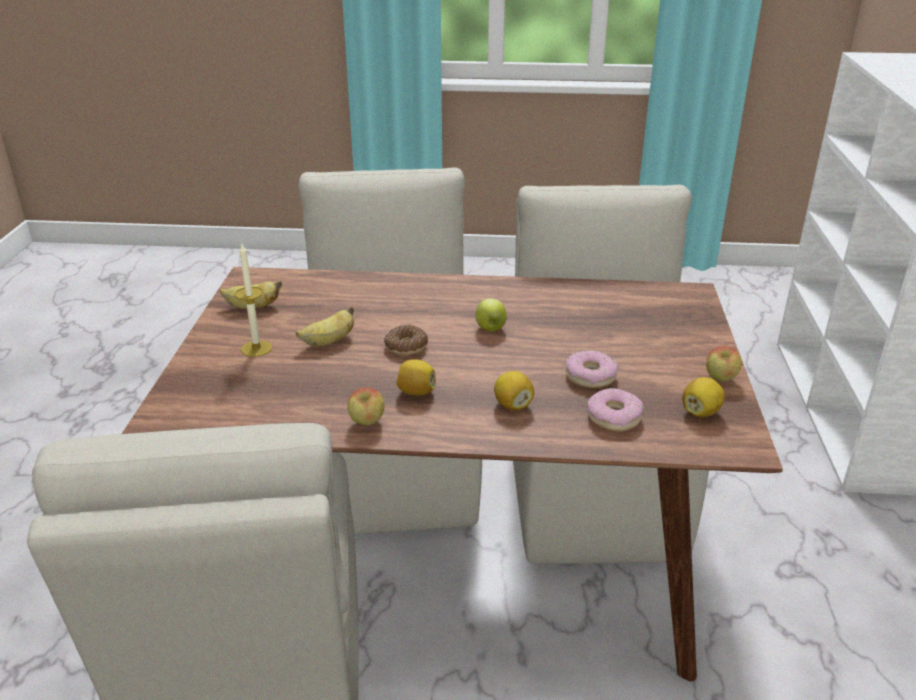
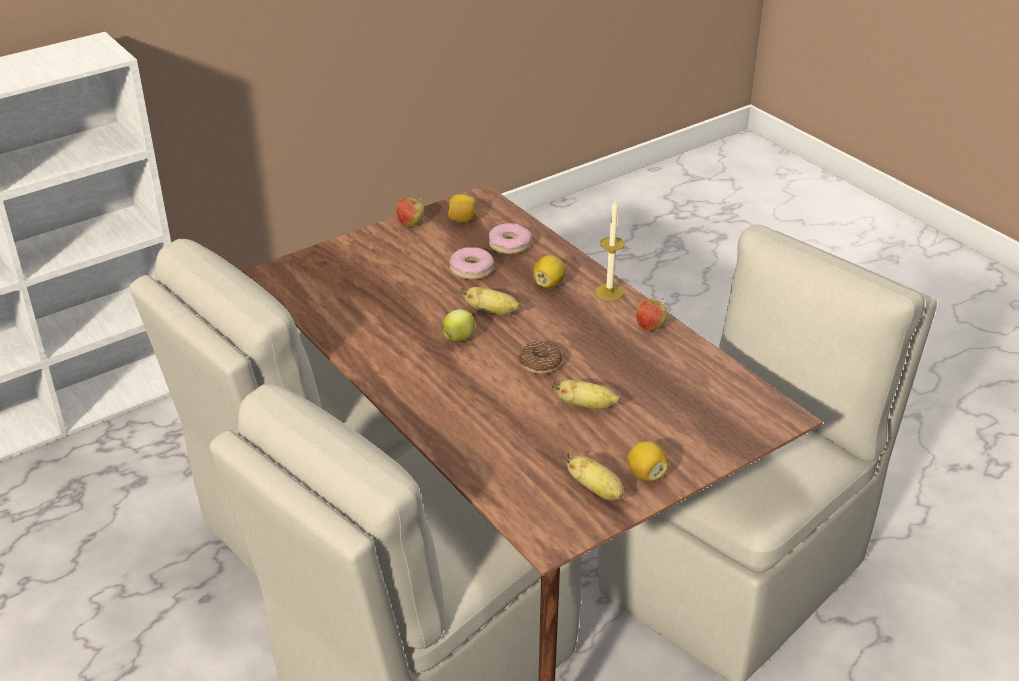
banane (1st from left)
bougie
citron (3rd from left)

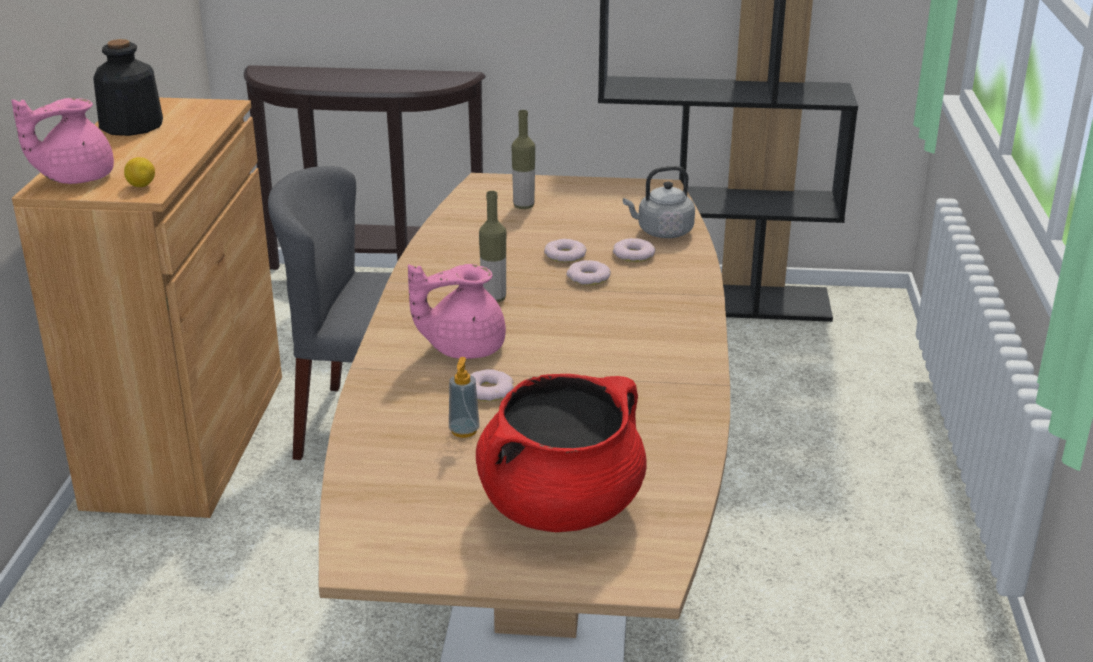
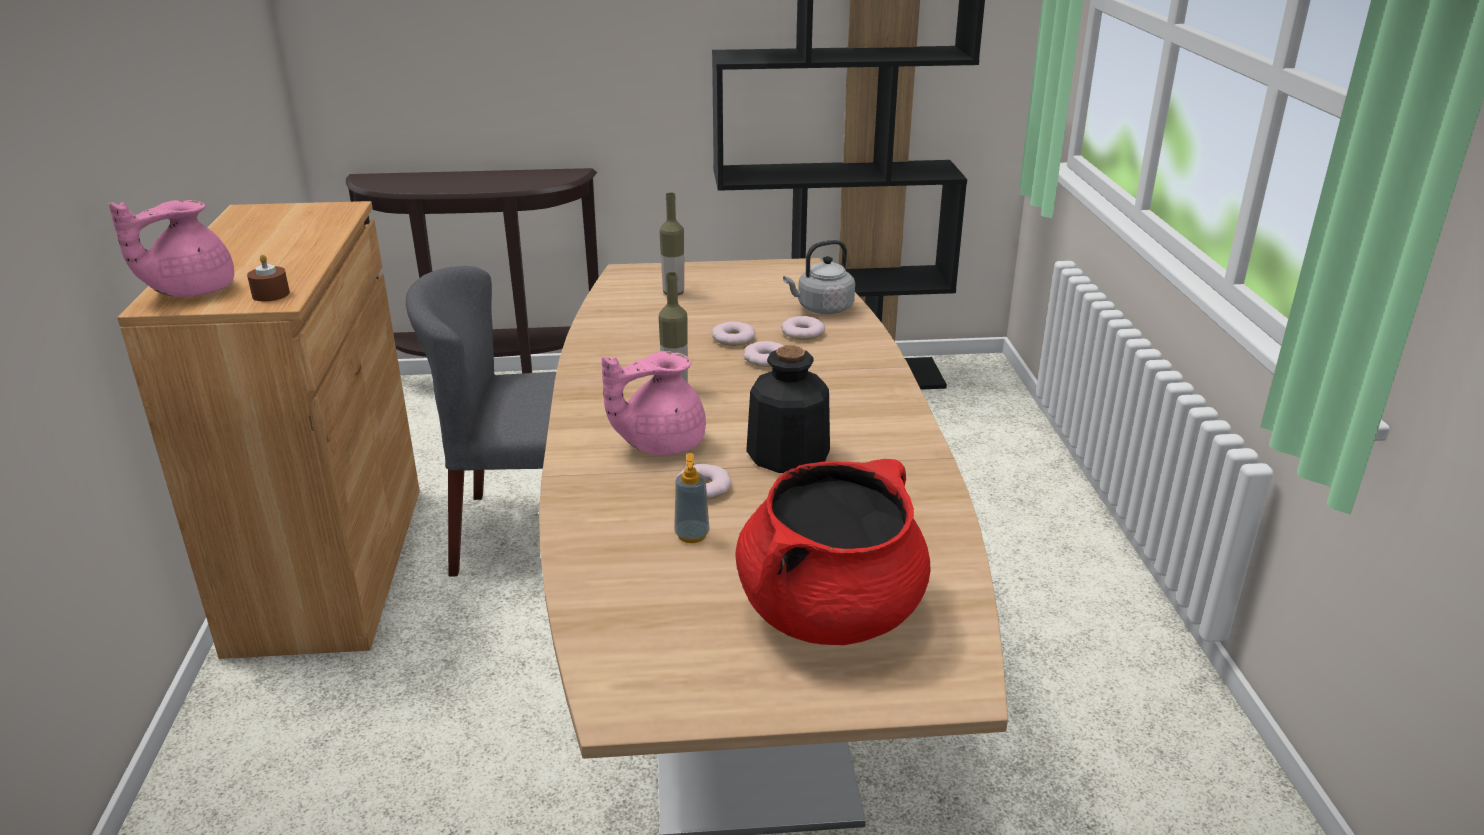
bouteille (3rd from left)
bougie [marron]

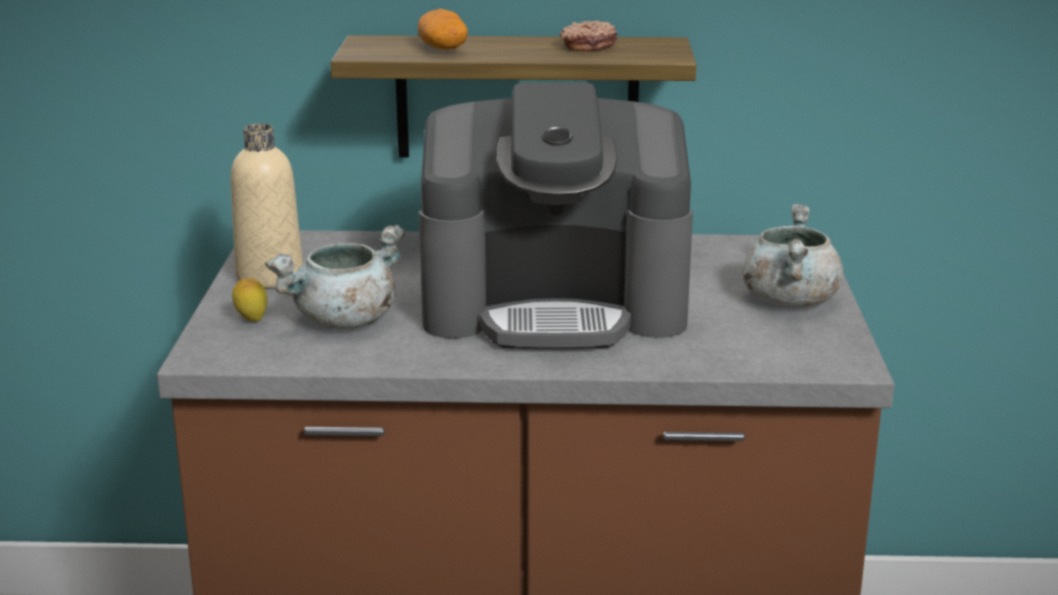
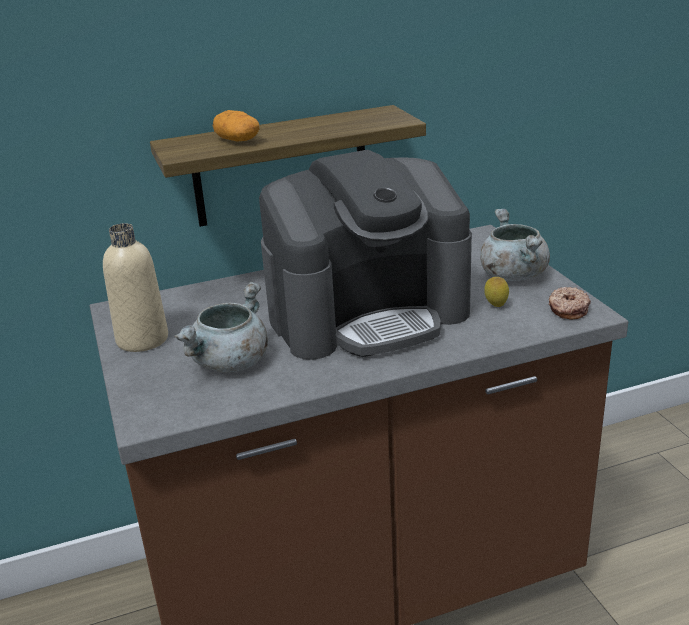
citron
beignet

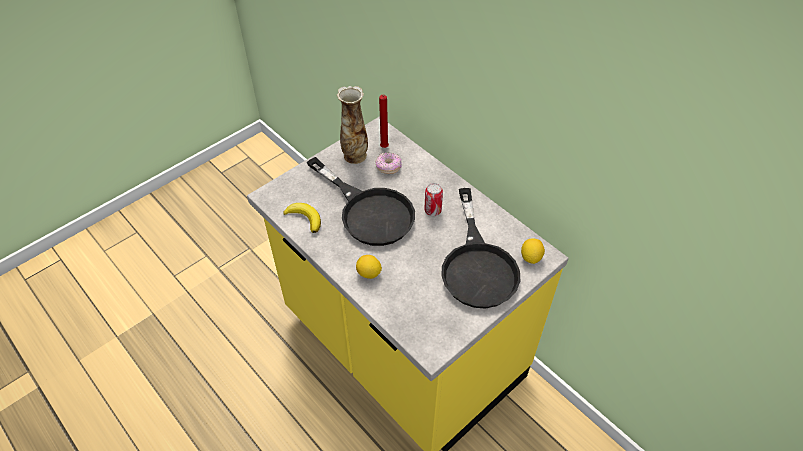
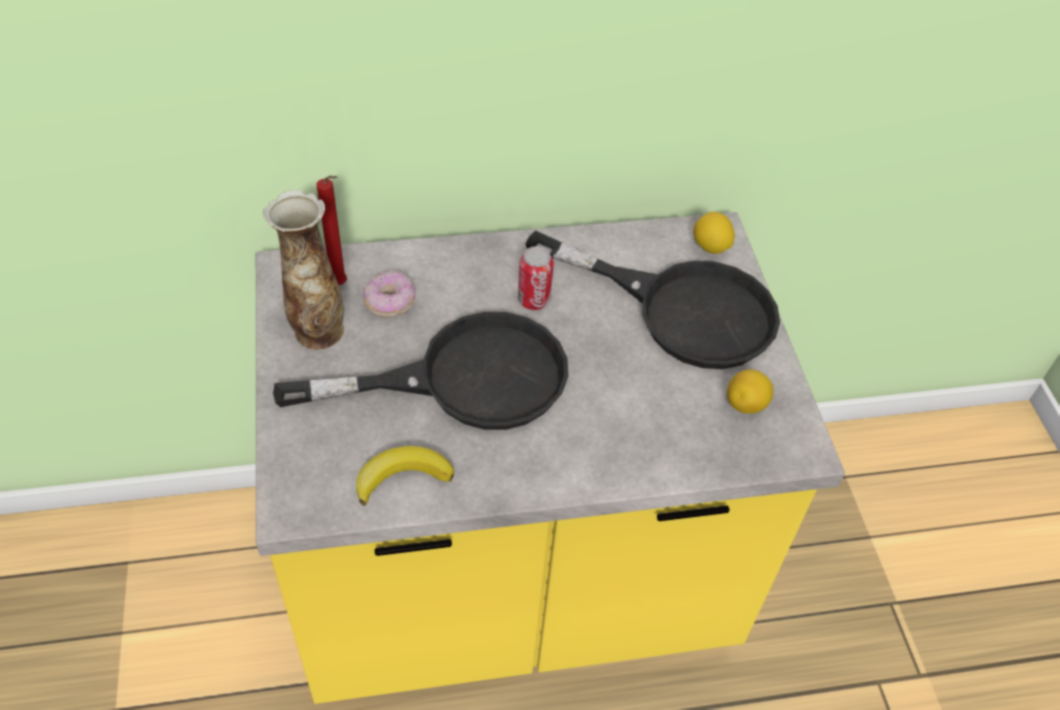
citron (2nd from left)

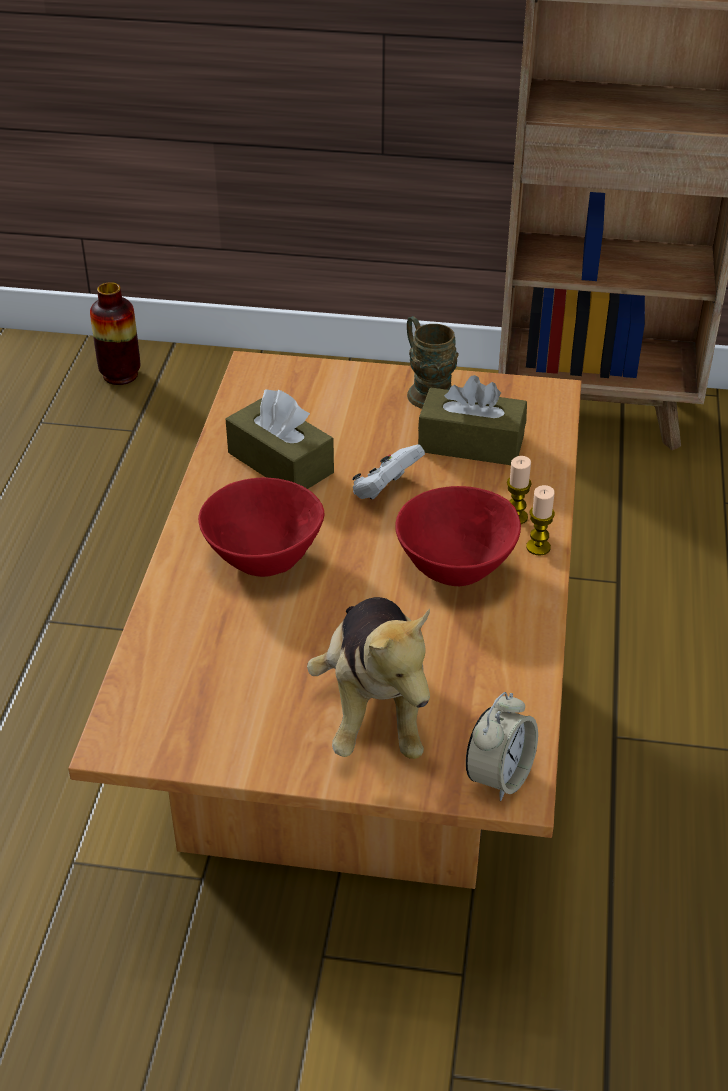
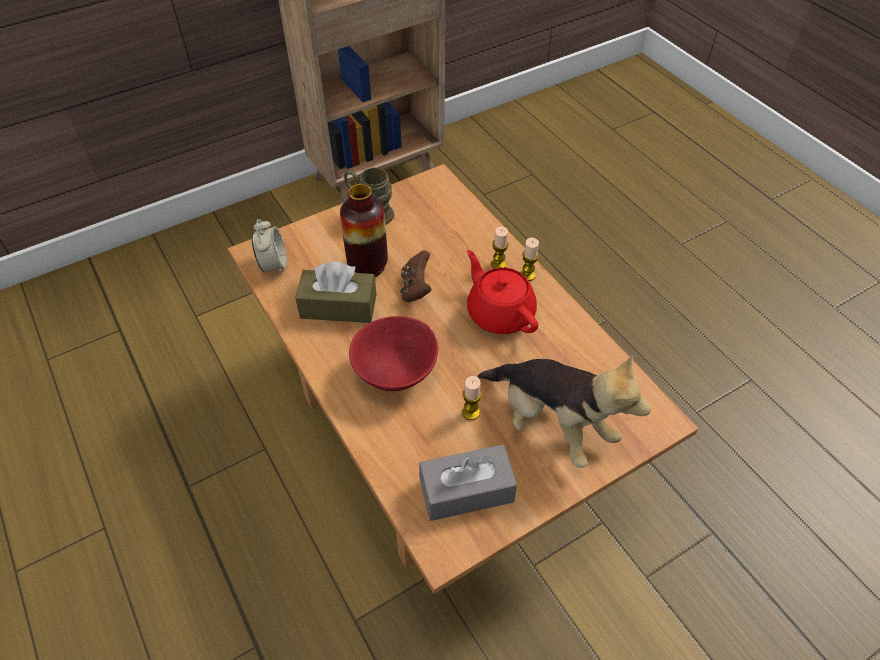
boîte à mouchoirs [marron] (2nd from left in the first image)
boîte à mouchoirs [gris]
bougie (1st from left)
vase
réveil
théière [rouge]
manette [marron]

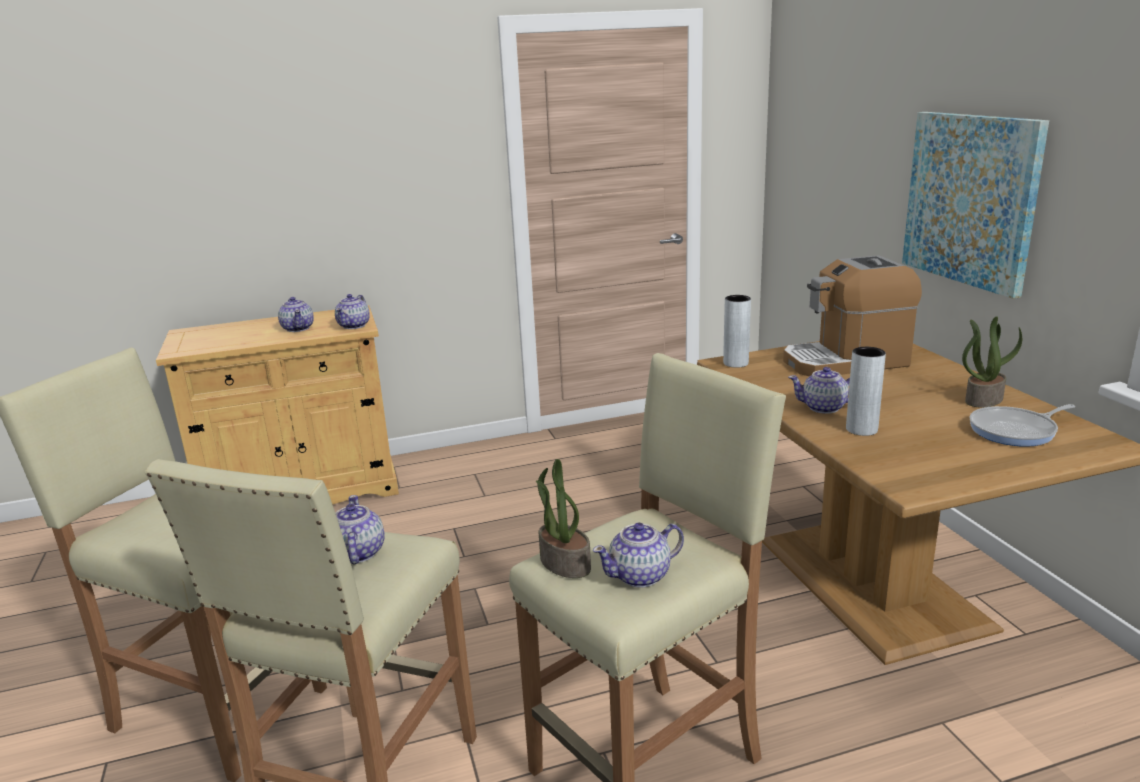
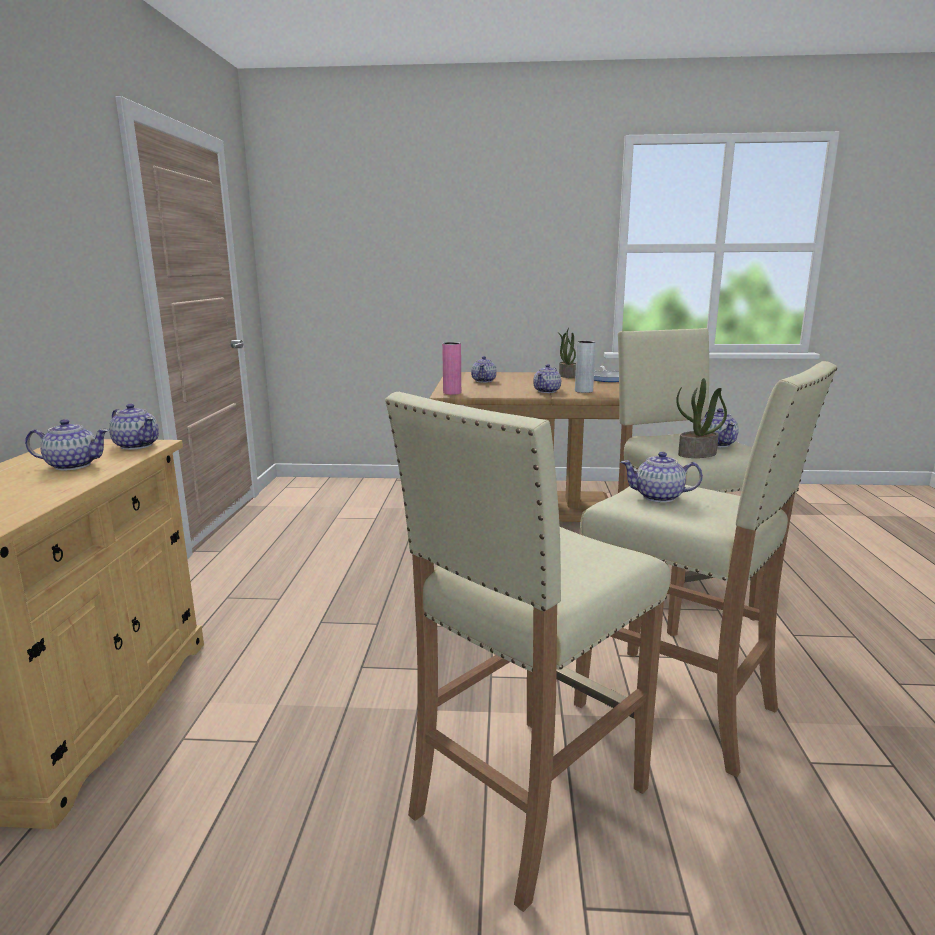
tableau
théière (3rd from left)
vase [rose]

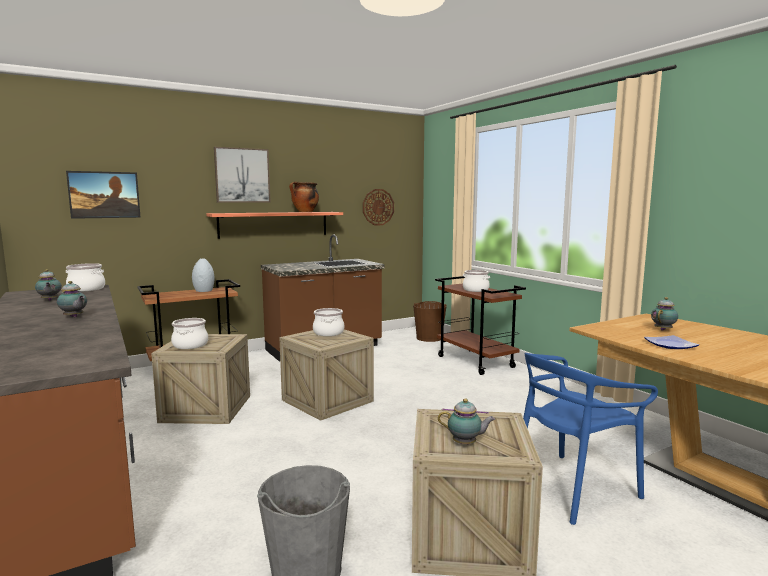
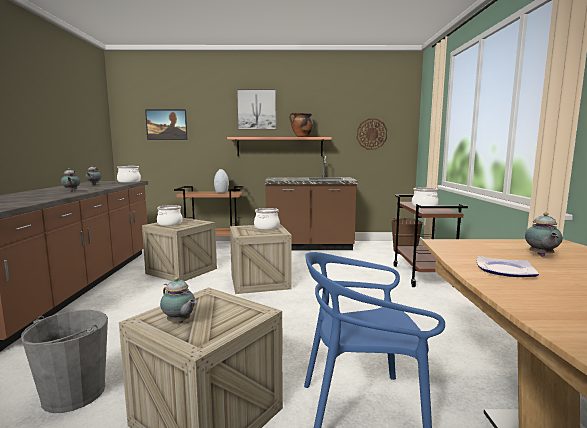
théière (4th from left)

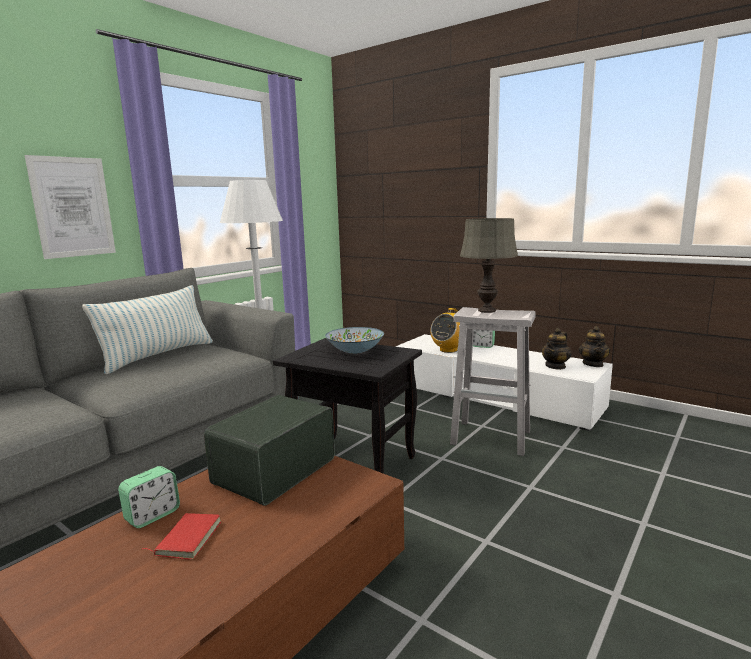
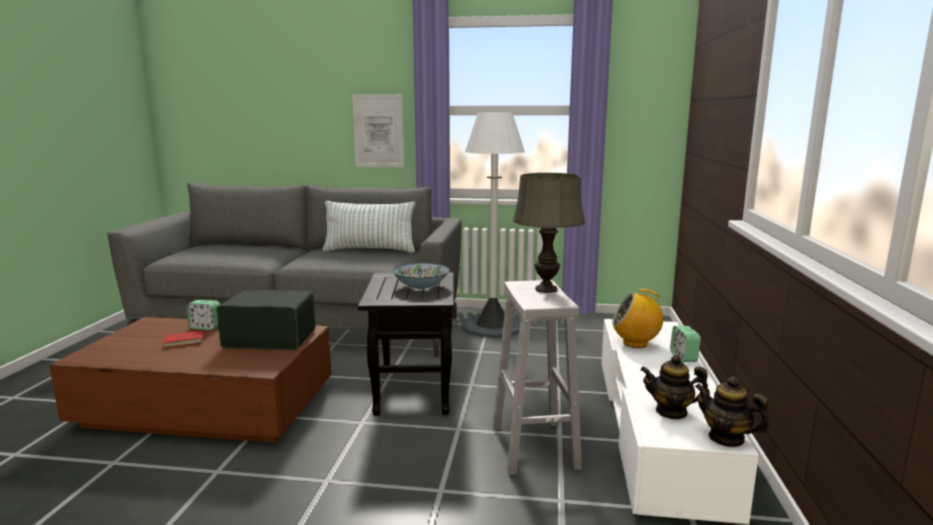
théière (2nd from left)

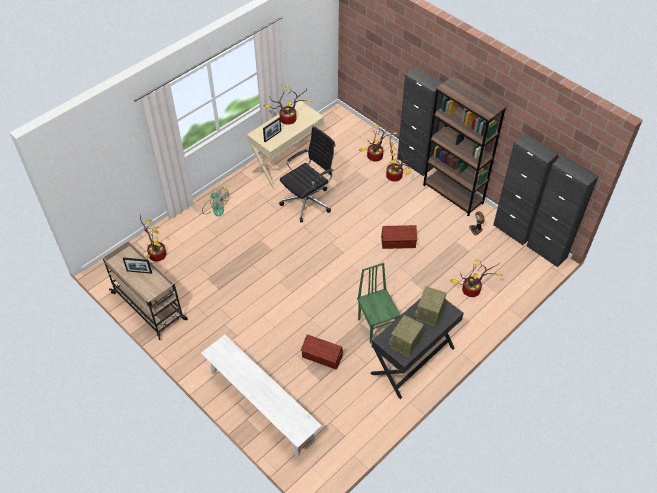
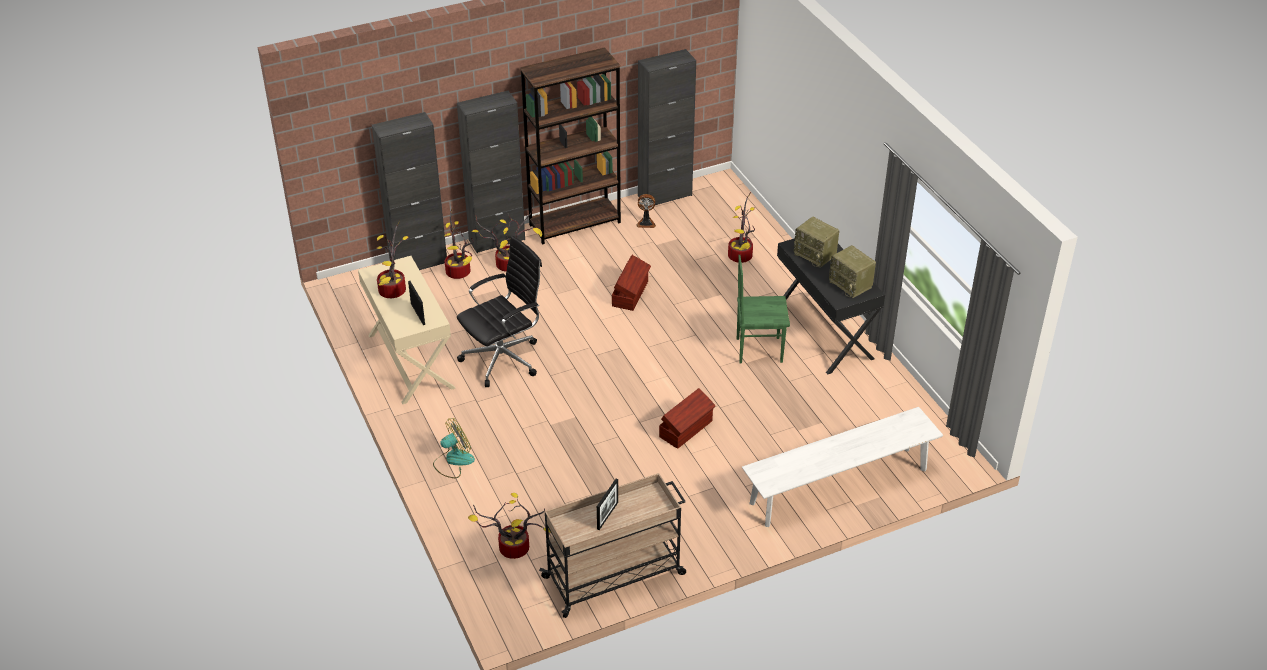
boîte de rangement [marron] (2nd from left)
meuble de rangement [noir] (1st from left)
chaise de bureau [noir]

